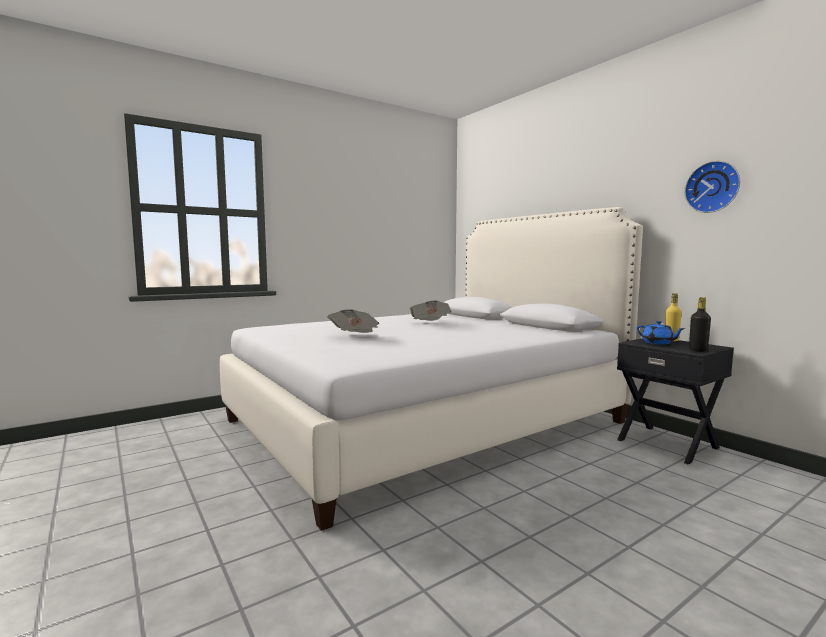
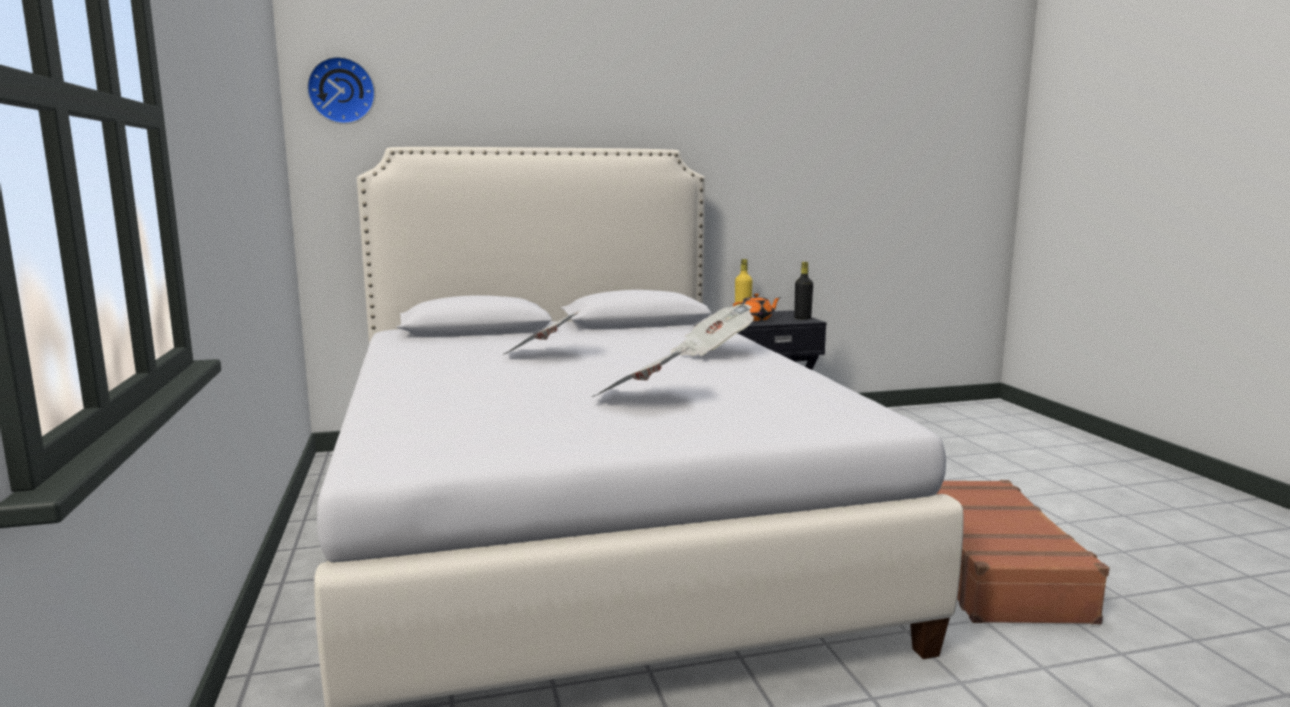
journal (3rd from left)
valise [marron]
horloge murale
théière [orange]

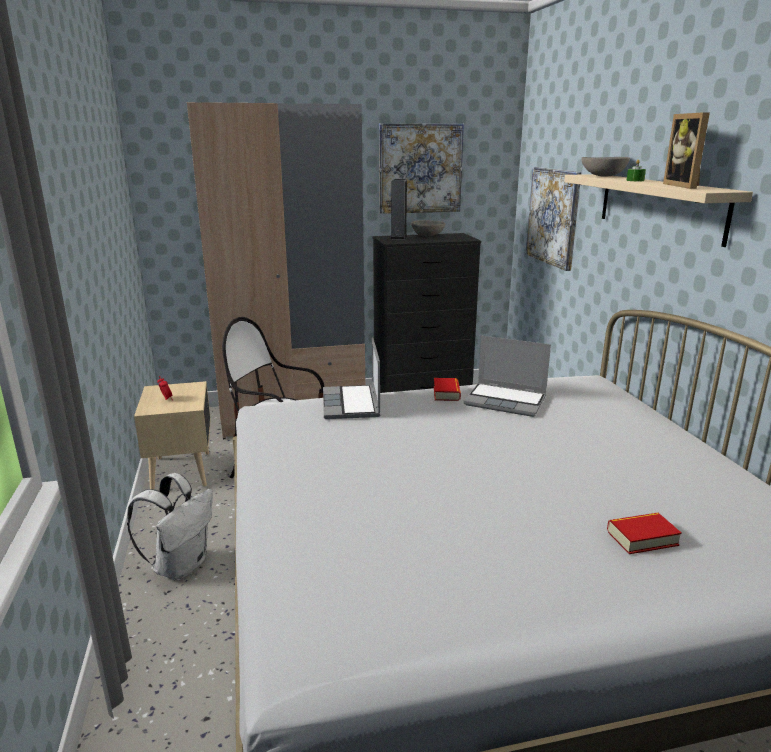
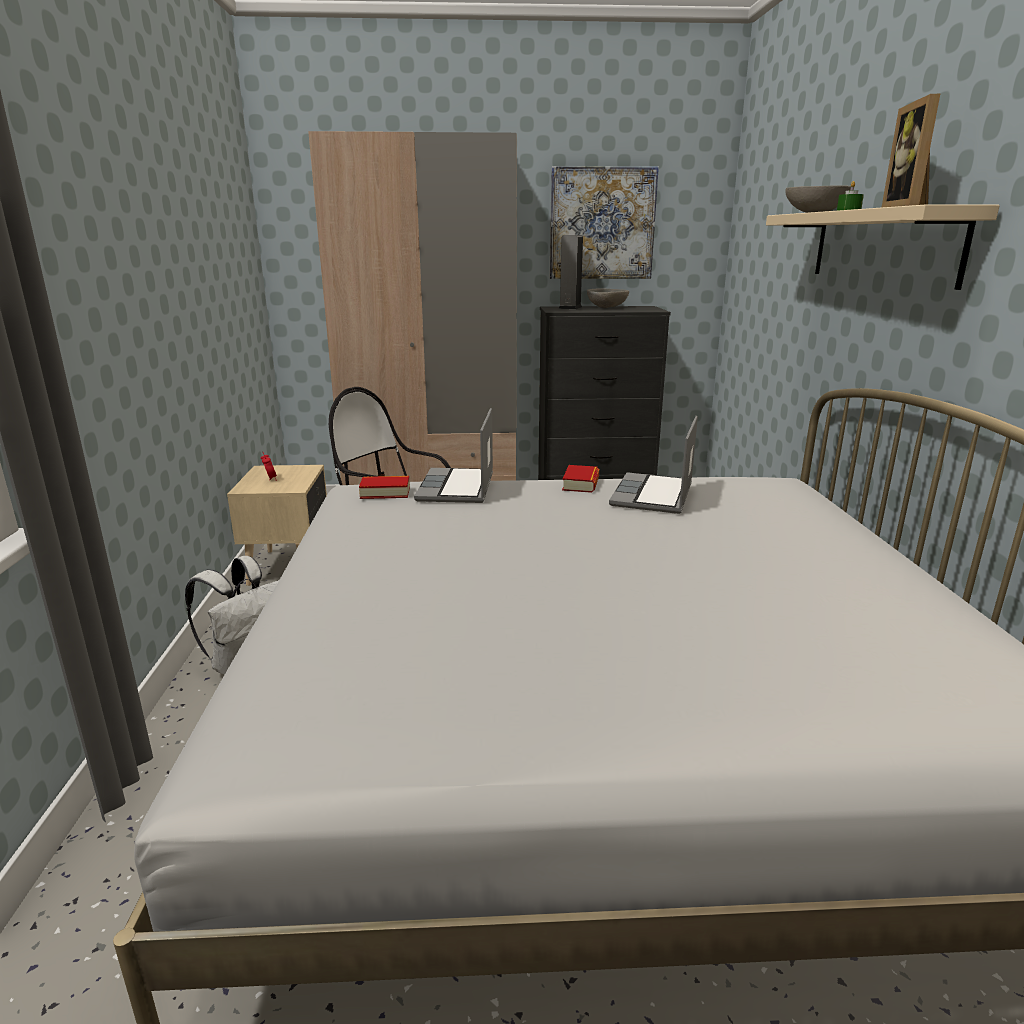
tableau (2nd from left in the first image)
livre (1st from left)
ordinateur portable (2nd from left)

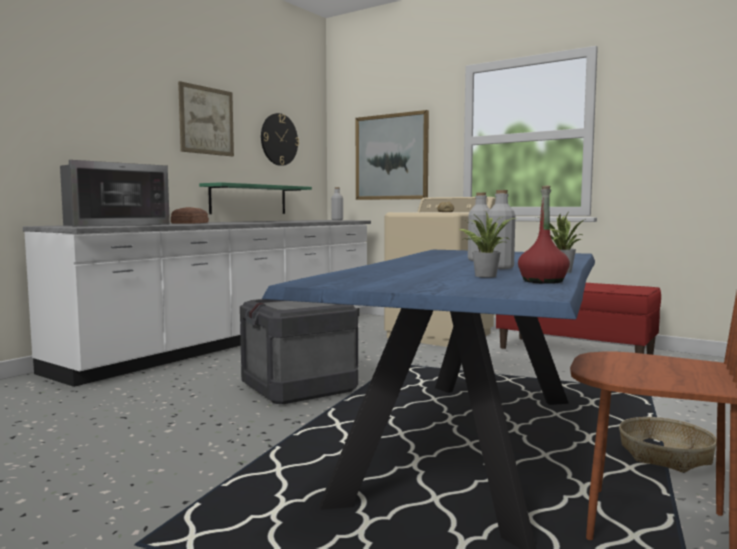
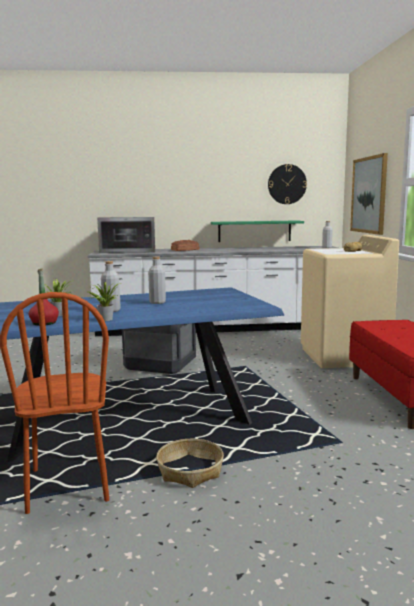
tableau (1st from left in the first image)

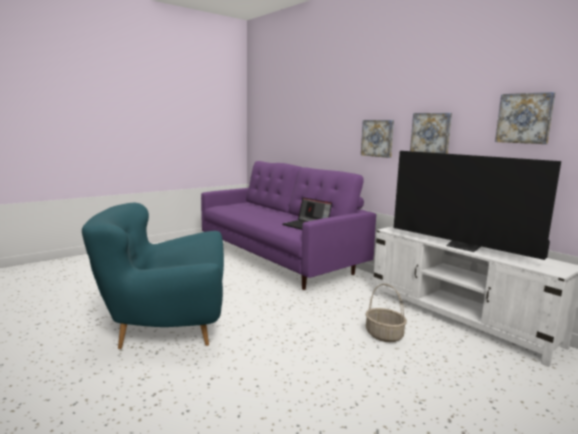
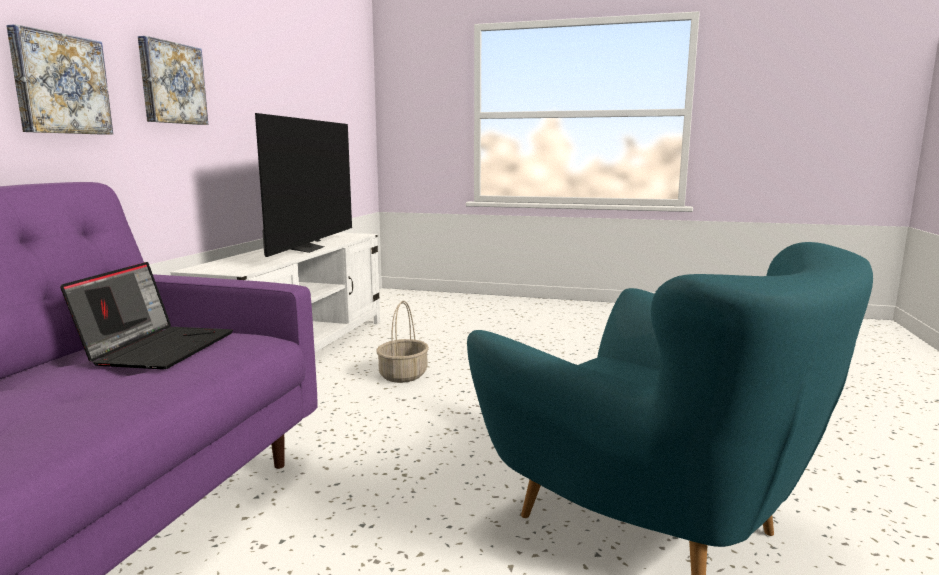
tableau (3rd from left in the first image)

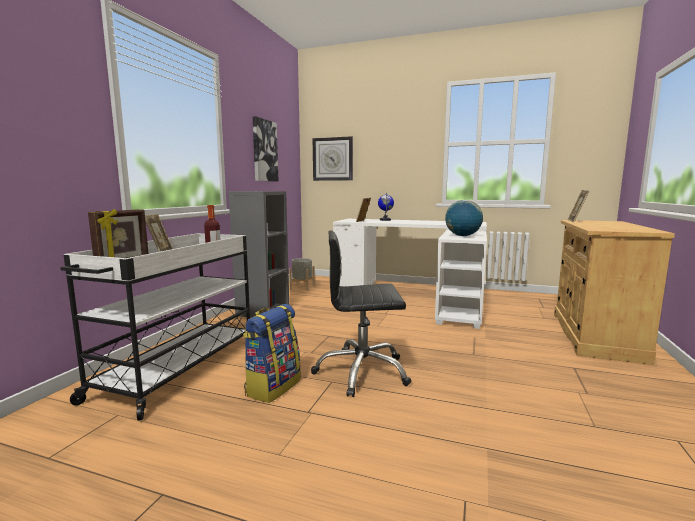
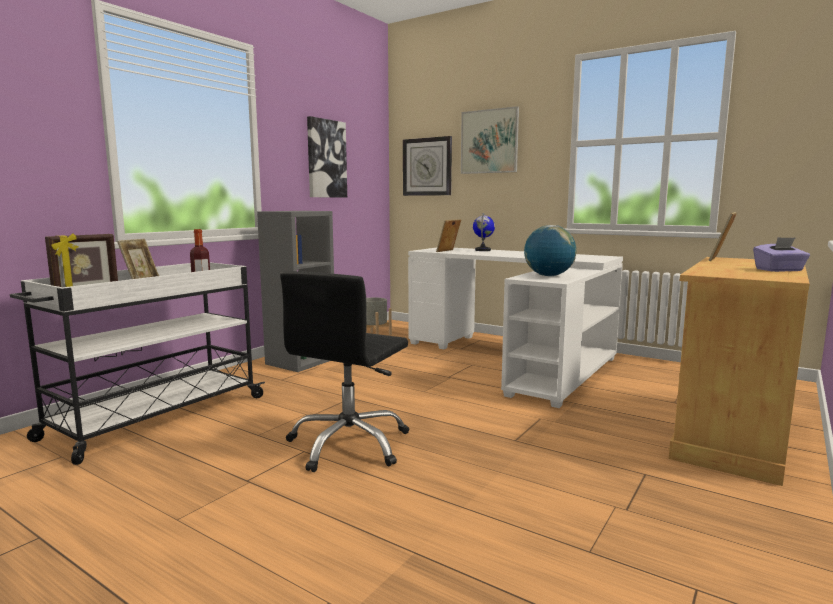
sac à dos
tableau (2nd from left)
boîte à mouchoirs [violet]
chaise de bureau [noir]

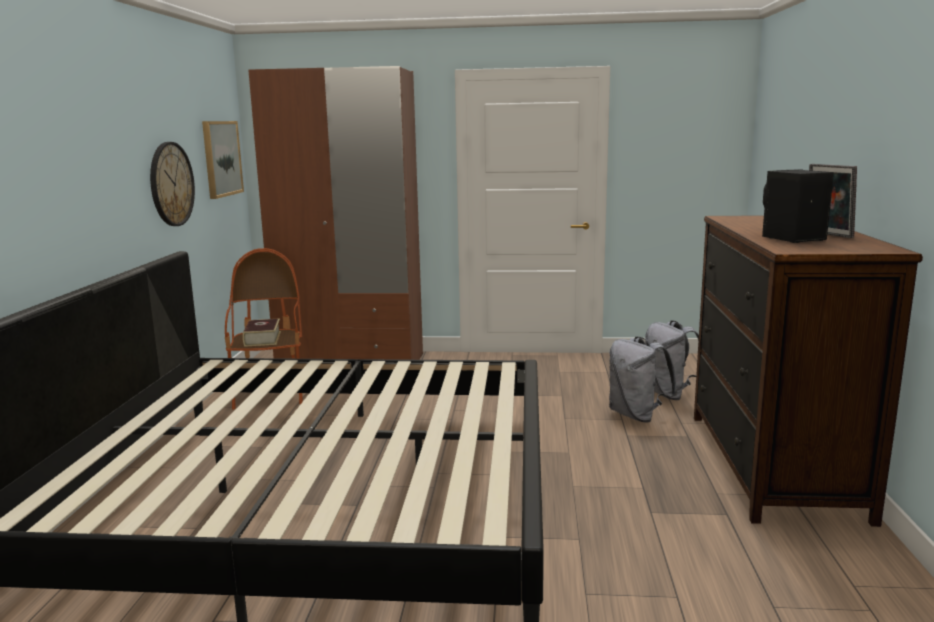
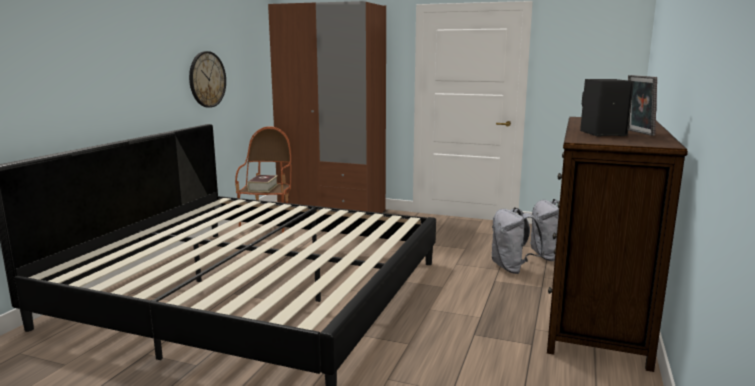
tableau

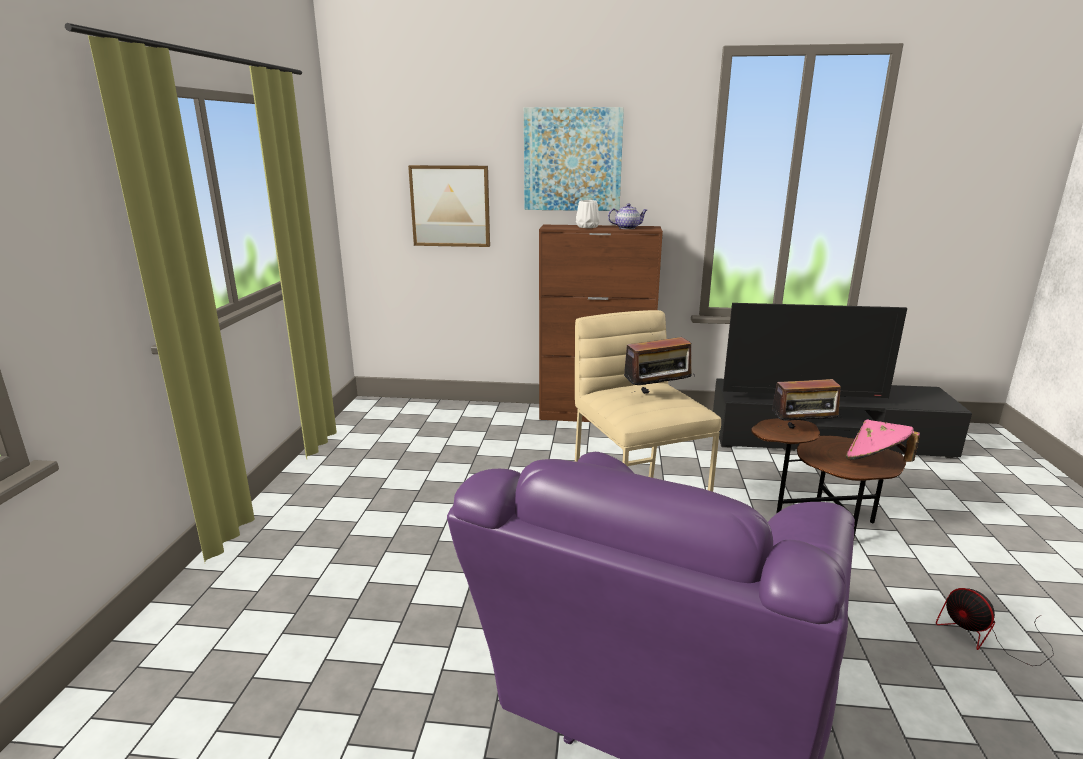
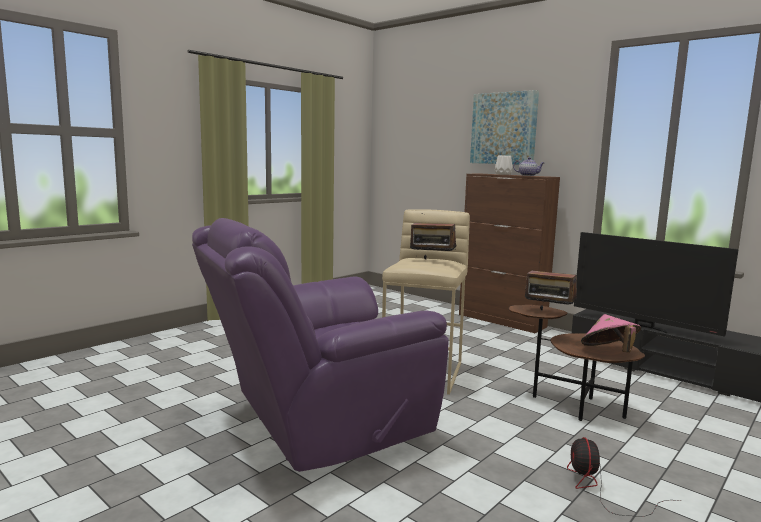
tableau (1st from left in the first image)

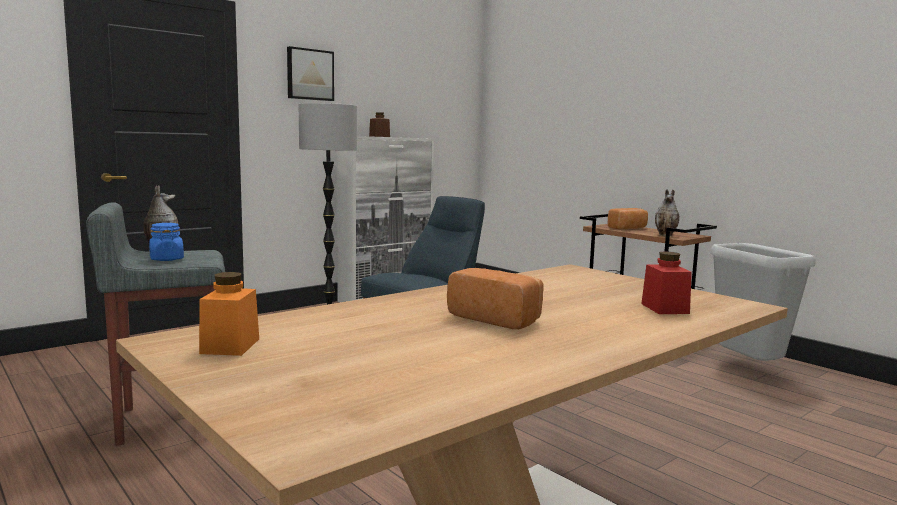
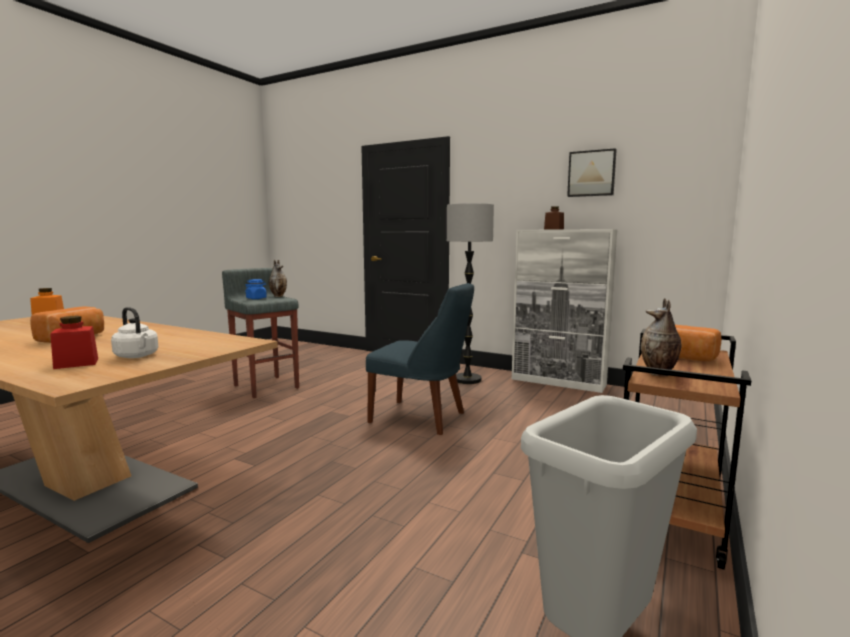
bouilloire [blanc]
tableau

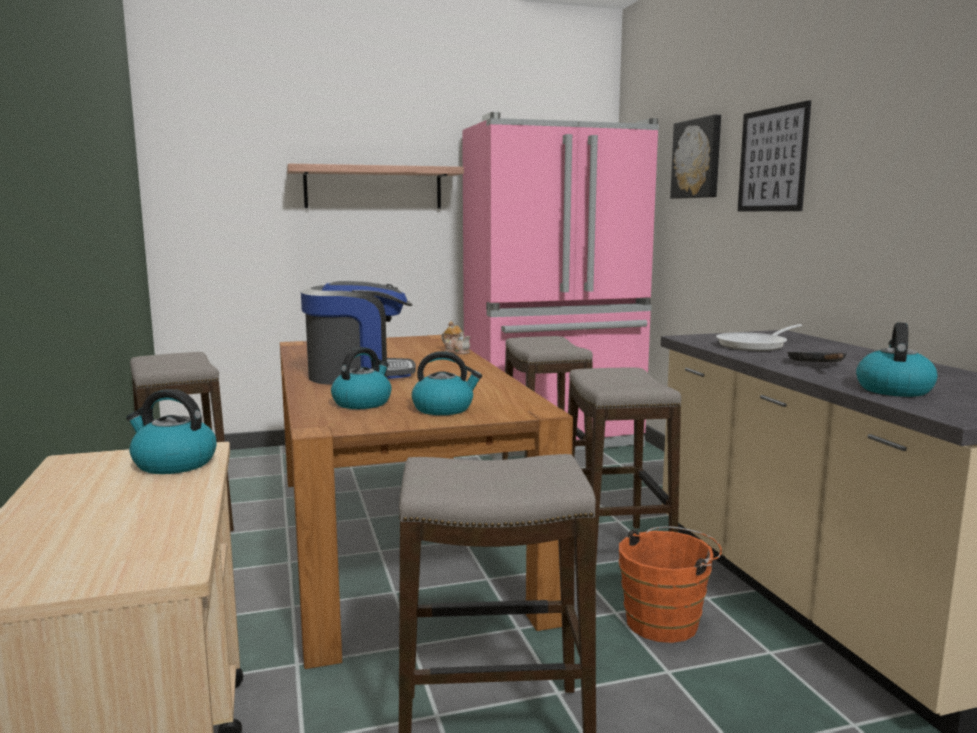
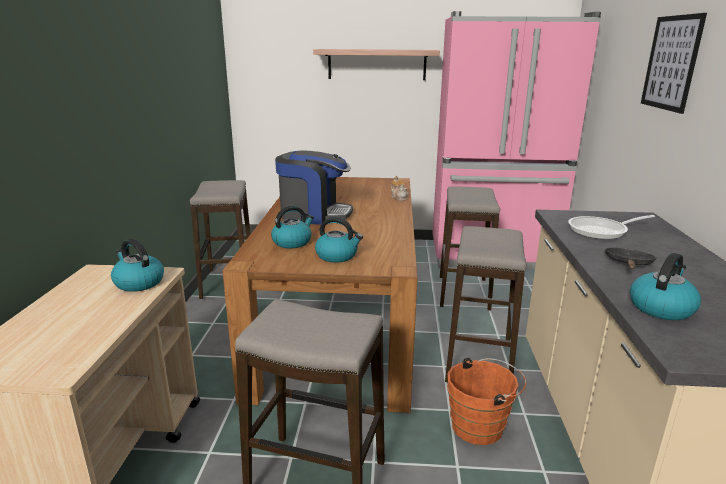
tableau (1st from left in the first image)

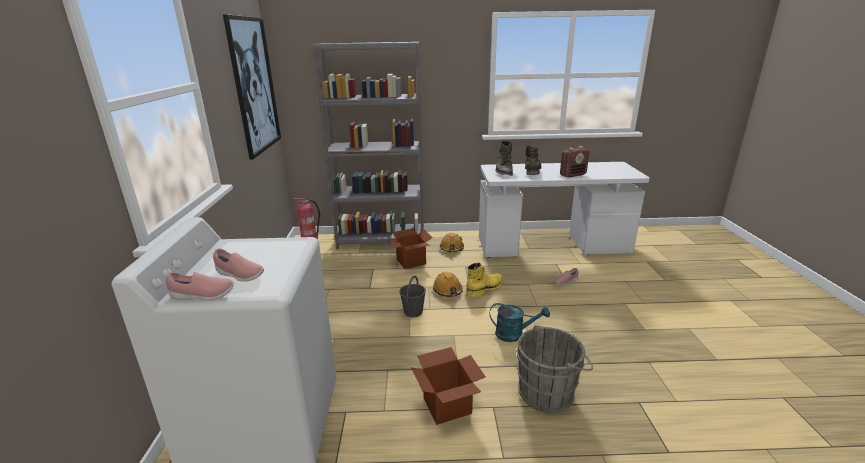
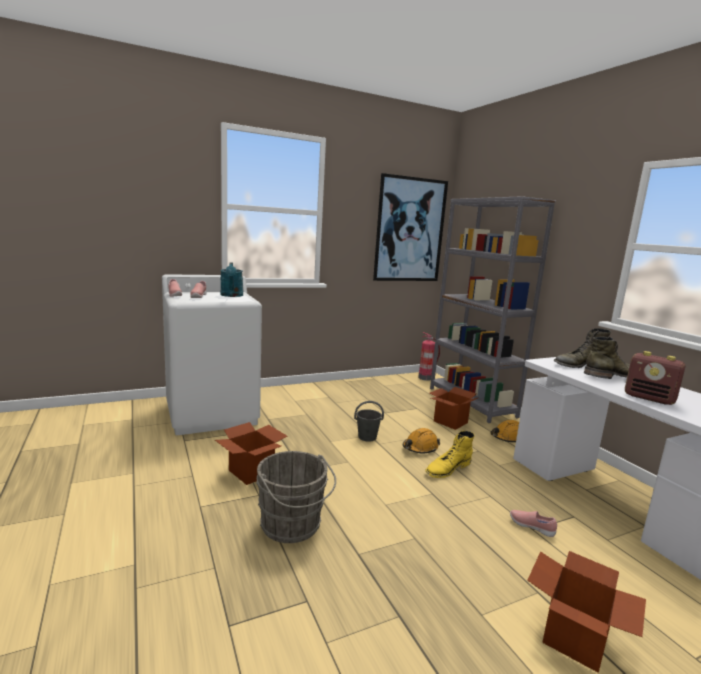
carton (3rd from left)
arrosoir [turquoise]
botte [jaune]

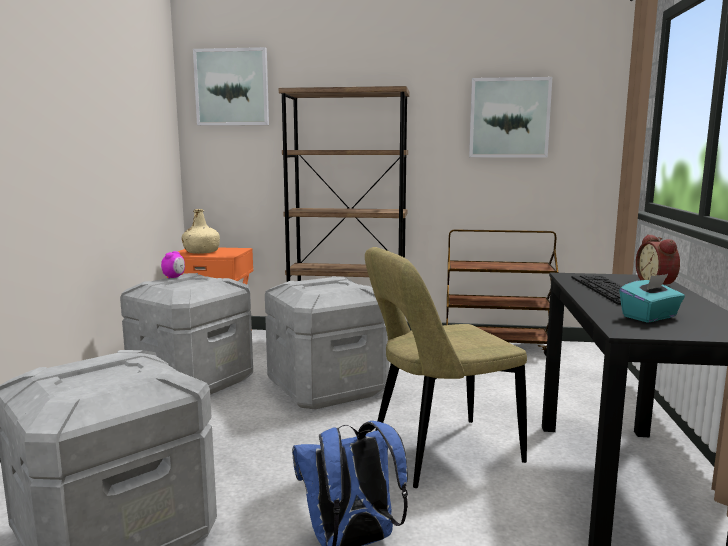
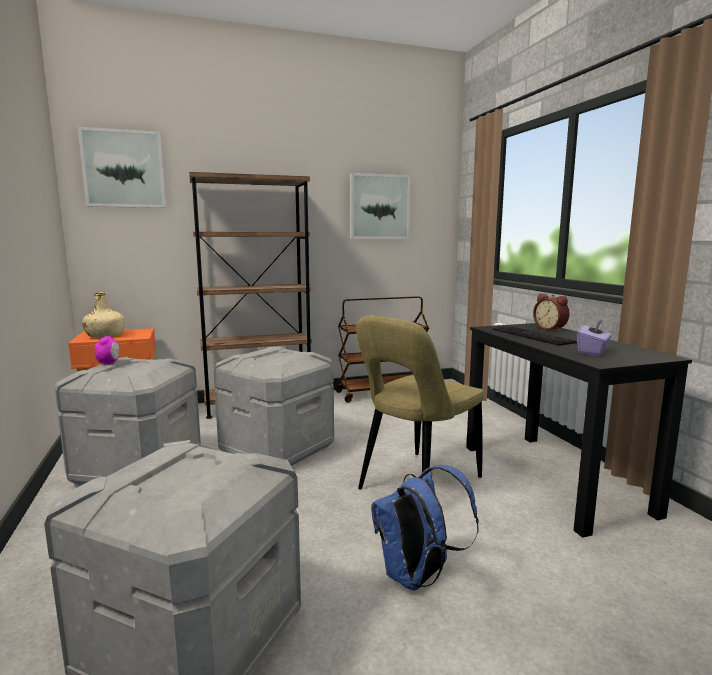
boîte à mouchoirs [violet]

